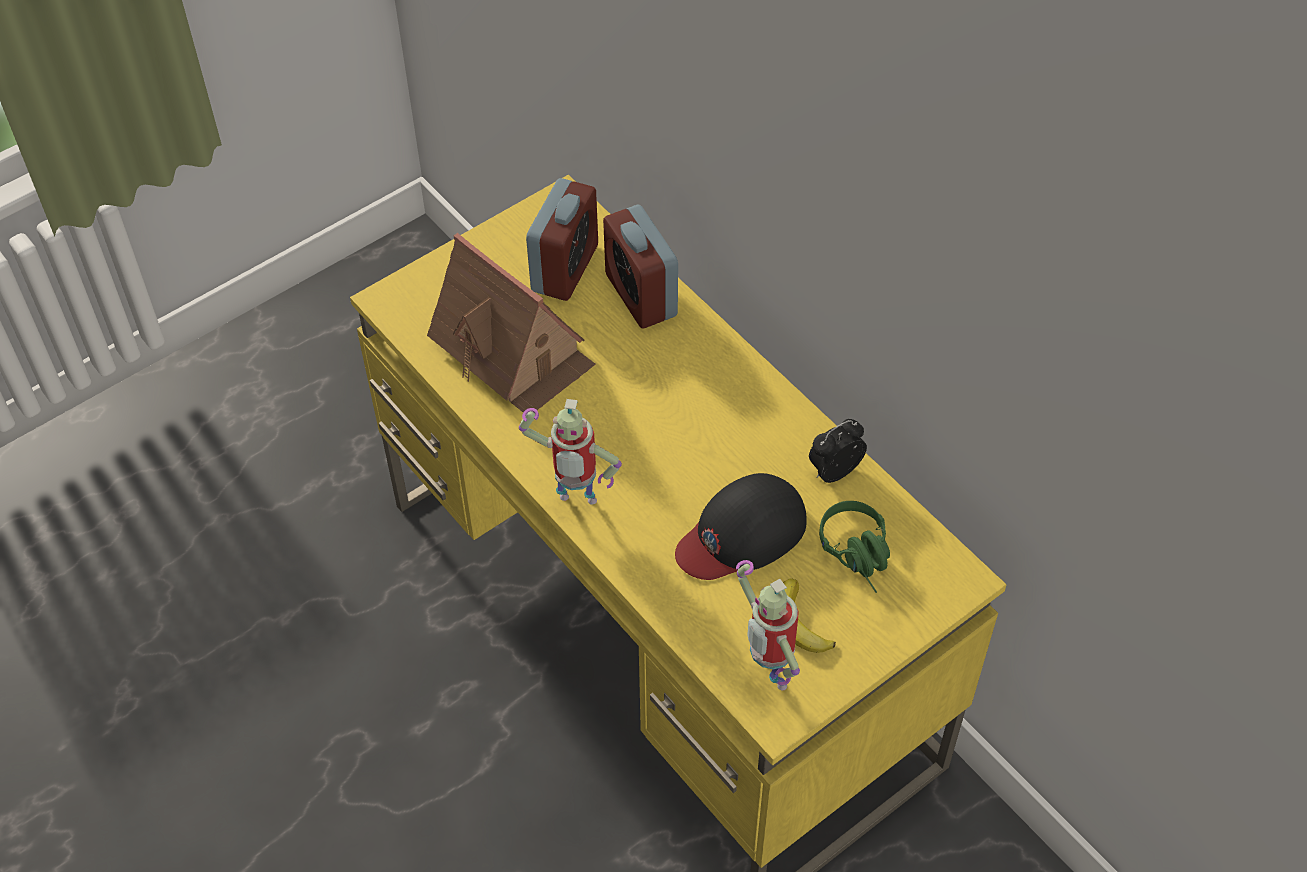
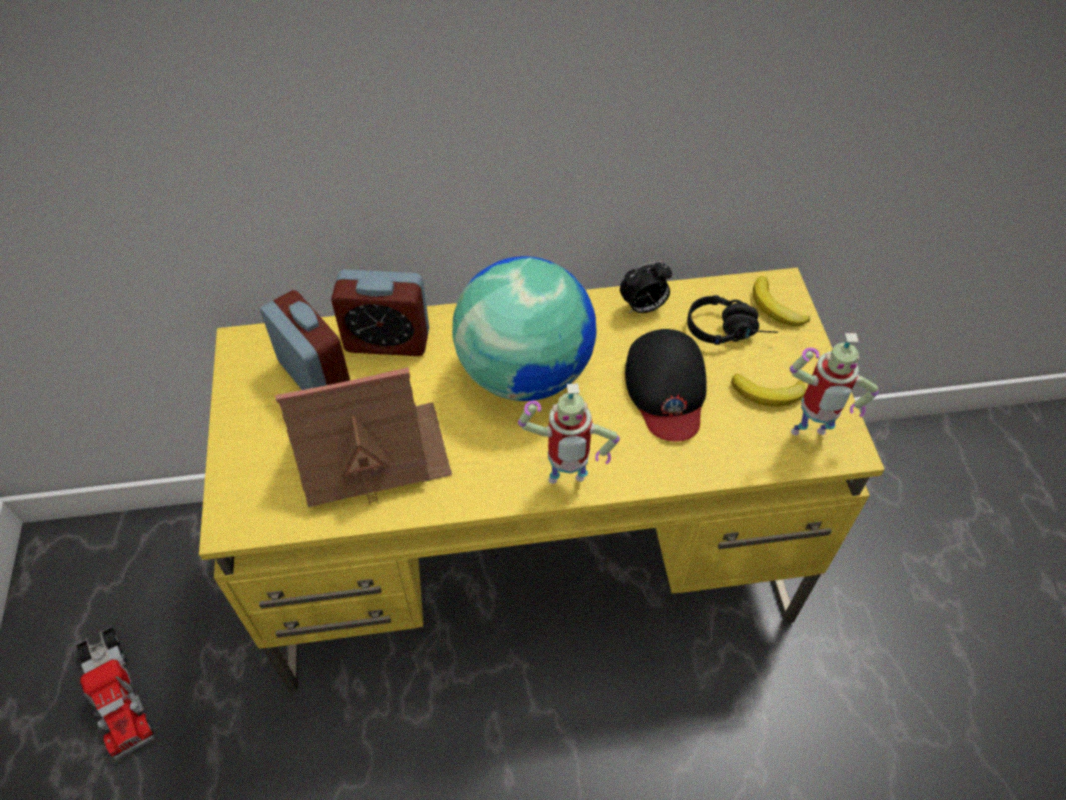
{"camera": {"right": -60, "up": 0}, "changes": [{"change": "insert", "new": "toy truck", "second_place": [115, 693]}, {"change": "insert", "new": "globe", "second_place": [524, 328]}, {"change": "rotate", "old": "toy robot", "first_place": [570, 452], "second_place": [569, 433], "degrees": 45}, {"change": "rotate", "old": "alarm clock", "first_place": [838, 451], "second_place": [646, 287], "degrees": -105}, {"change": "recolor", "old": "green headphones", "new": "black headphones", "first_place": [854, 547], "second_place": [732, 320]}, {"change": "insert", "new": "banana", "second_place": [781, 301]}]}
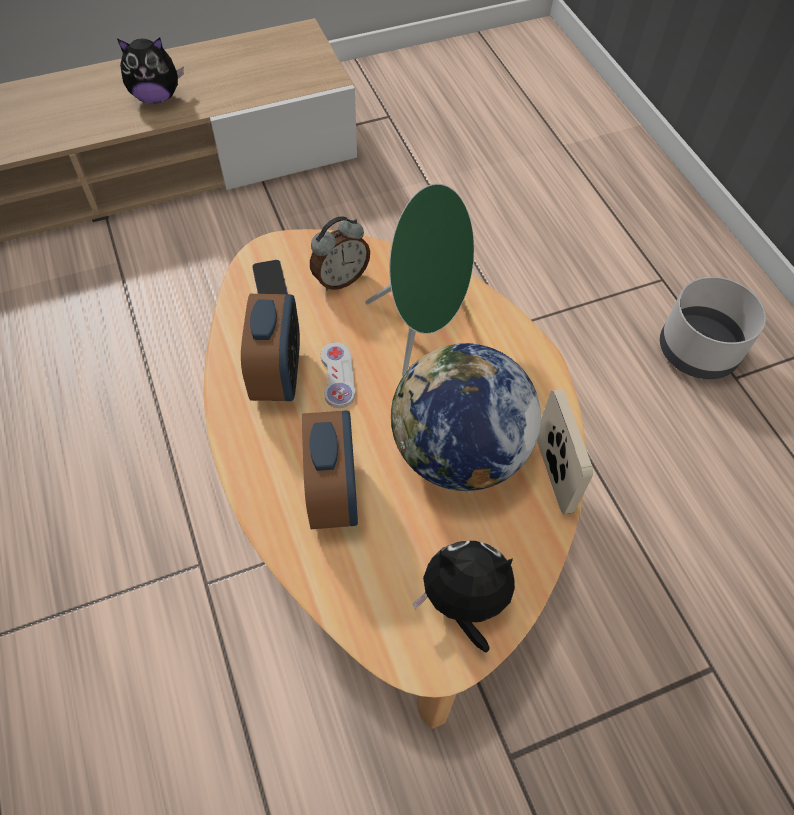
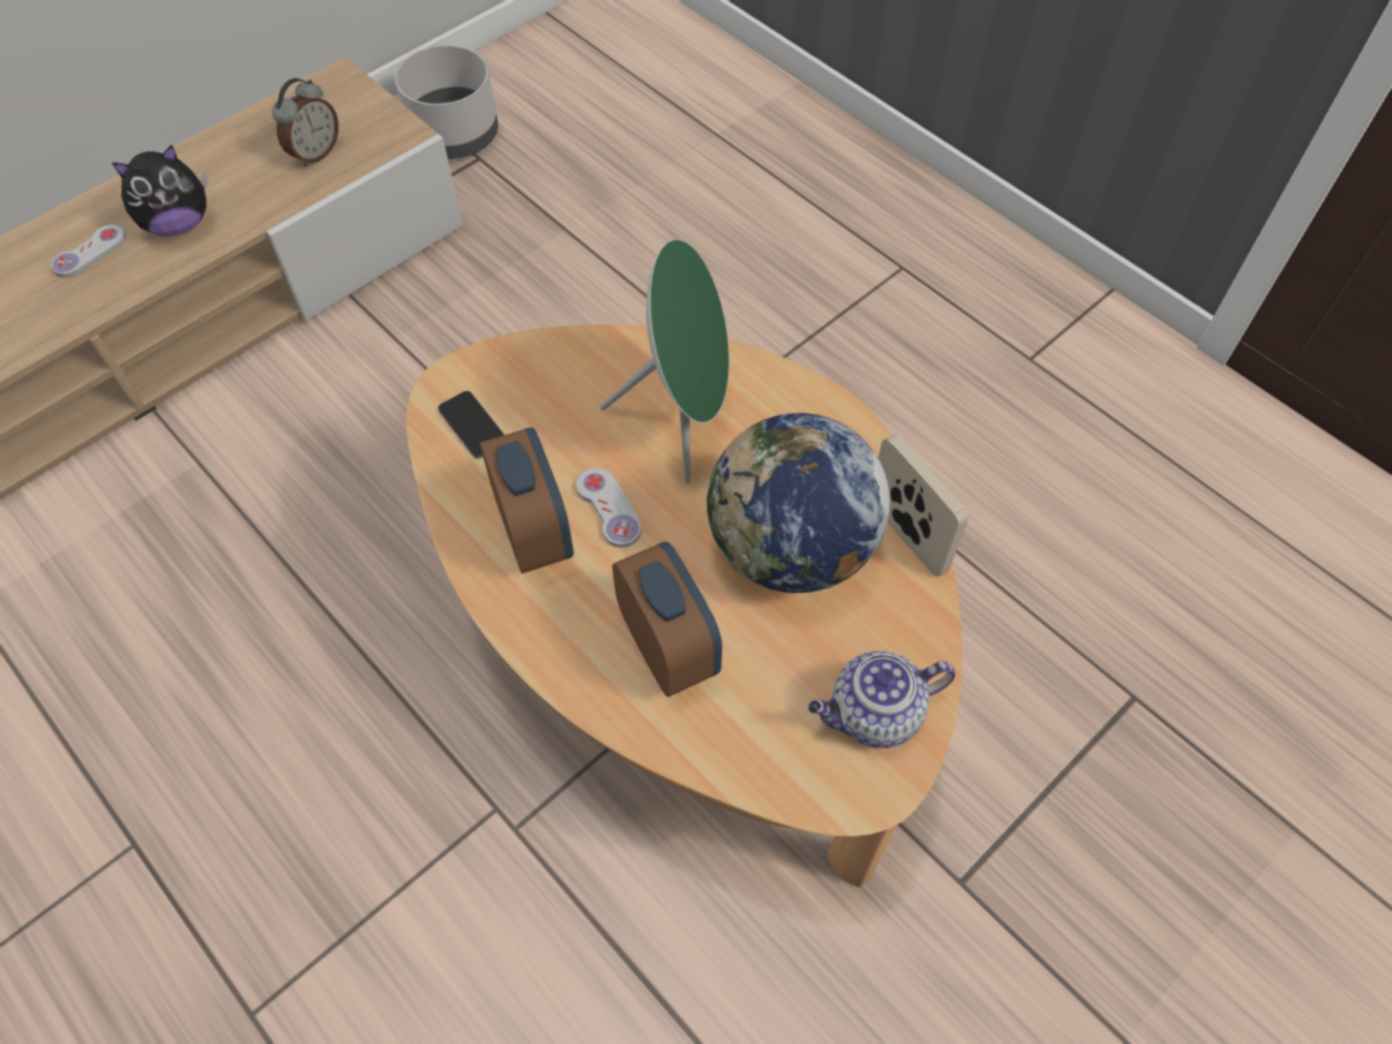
{"camera": {"right": -20, "up": 0}, "changes": [{"change": "insert", "new": "white game controller", "second_place": [88, 251]}, {"change": "move", "old": "alarm clock", "first_place": [340, 253], "second_place": [305, 122]}, {"change": "move", "old": "grey planter", "first_place": [713, 327], "second_place": [446, 102]}, {"change": "replace", "old": "plush toy", "new": "teapot", "first_place": [464, 597], "second_place": [881, 699]}]}
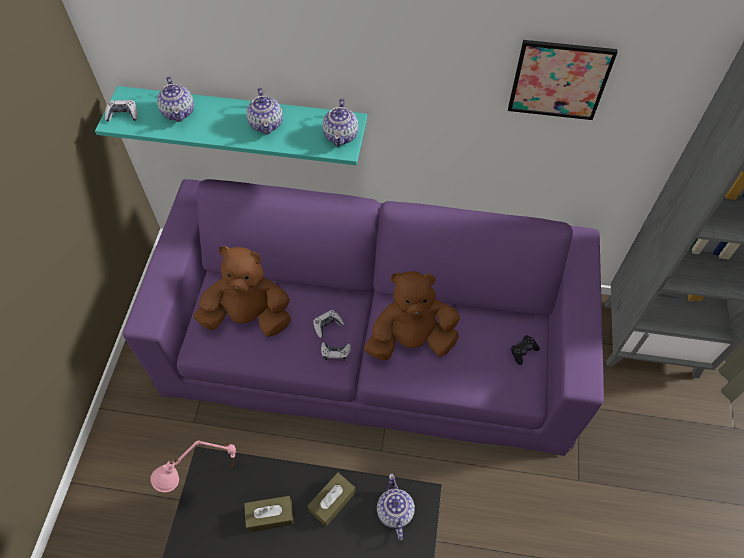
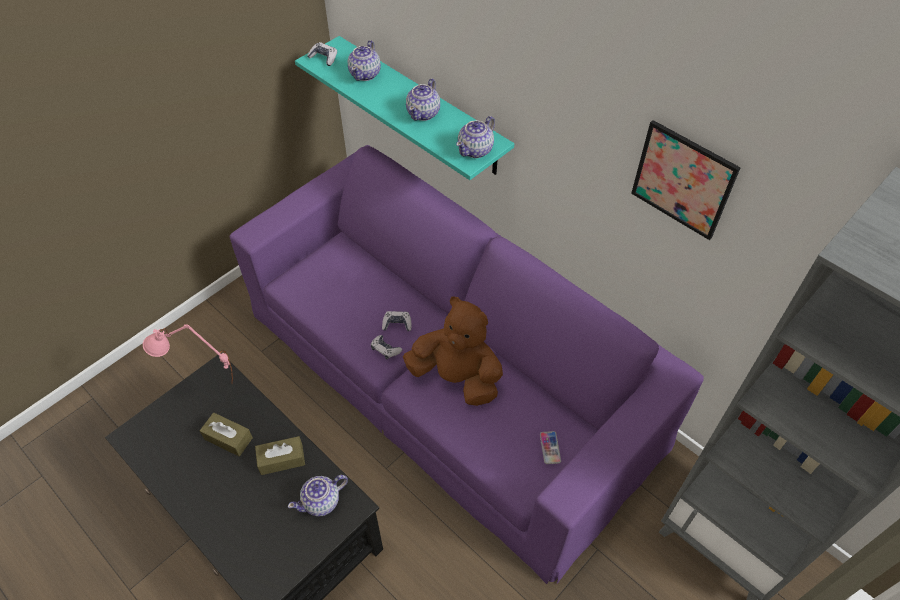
{"camera": {"right": 35, "up": -5}, "changes": [{"change": "rotate", "old": "teapot", "first_place": [396, 507], "second_place": [318, 496], "degrees": -150}, {"change": "replace", "old": "black game controller", "new": "phone", "first_place": [525, 350], "second_place": [550, 447]}, {"change": "delete", "old": "brown plush toy", "first_place": [242, 291]}]}
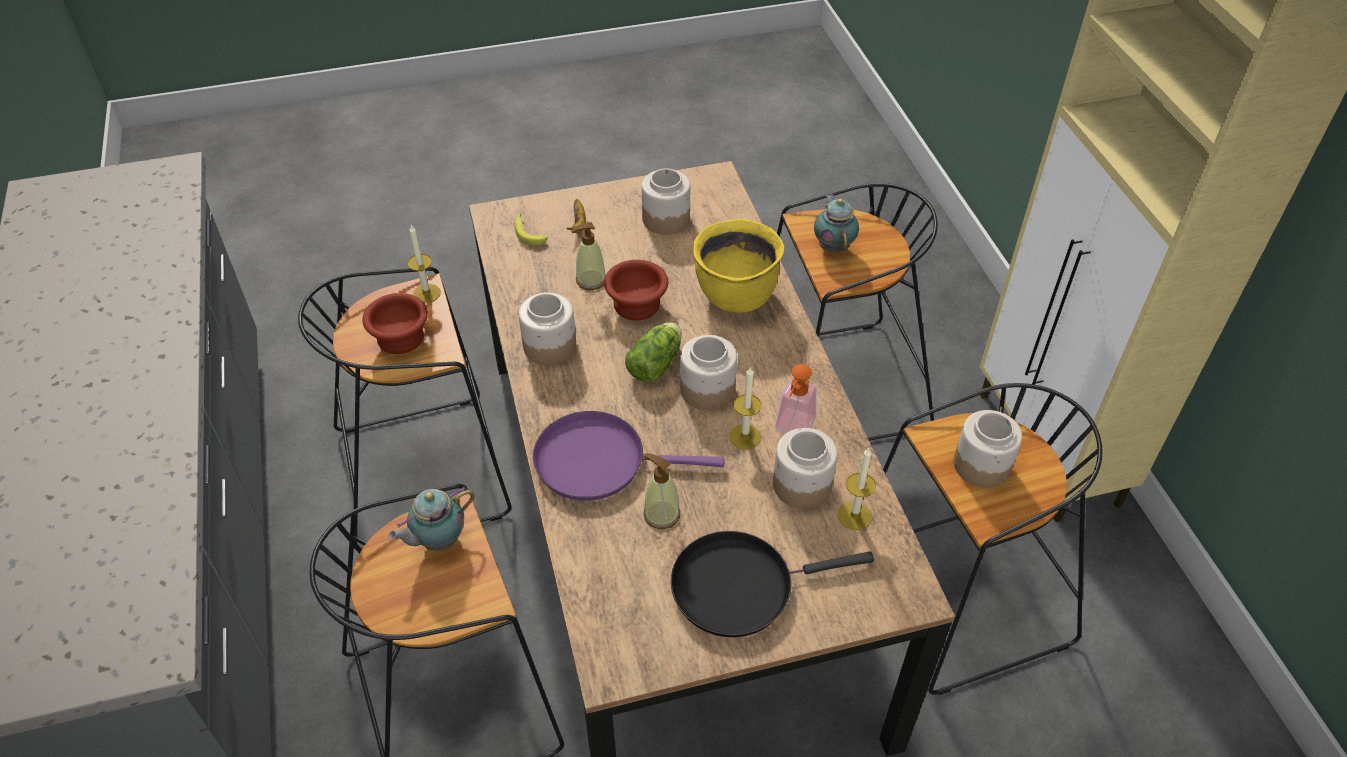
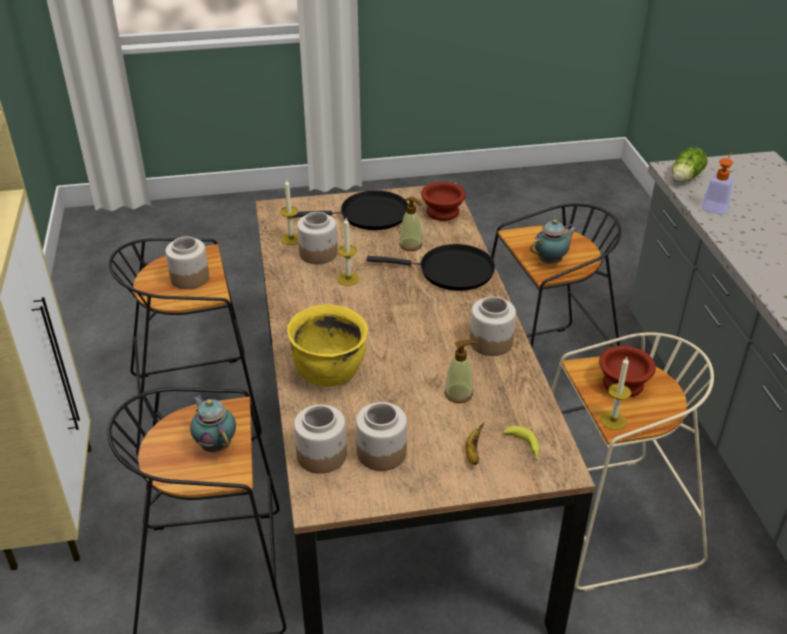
{"camera": {"right": -175, "up": -10}, "changes": [{"change": "rotate", "old": "teapot", "first_place": [836, 223], "second_place": [213, 423], "degrees": 150}, {"change": "move", "old": "jar", "first_place": [708, 372], "second_place": [320, 439]}, {"change": "recolor", "old": "purple frying pan", "new": "black frying pan", "first_place": [629, 456], "second_place": [430, 267]}, {"change": "move", "old": "brown bowl", "first_place": [636, 290], "second_place": [443, 201]}, {"change": "recolor", "old": "black stool", "new": "beige stool", "first_place": [404, 408], "second_place": [633, 462]}, {"change": "move", "old": "lettuce", "first_place": [653, 352], "second_place": [690, 164]}, {"change": "move", "old": "soap dispenser", "first_place": [795, 399], "second_place": [717, 184]}]}
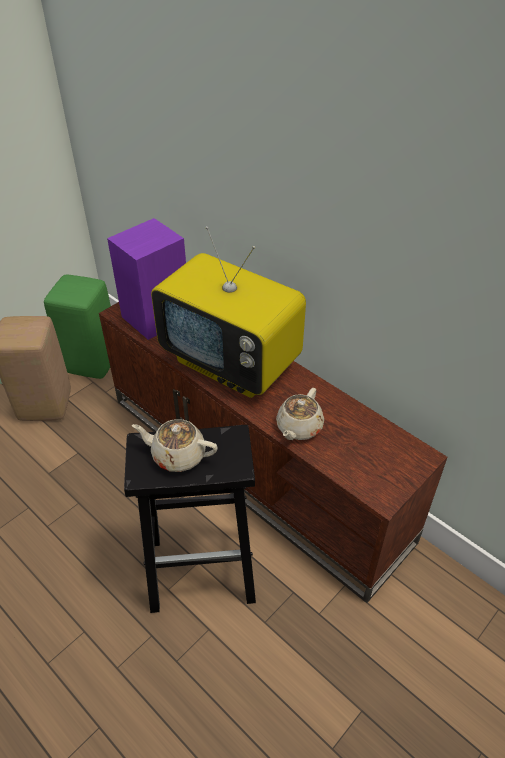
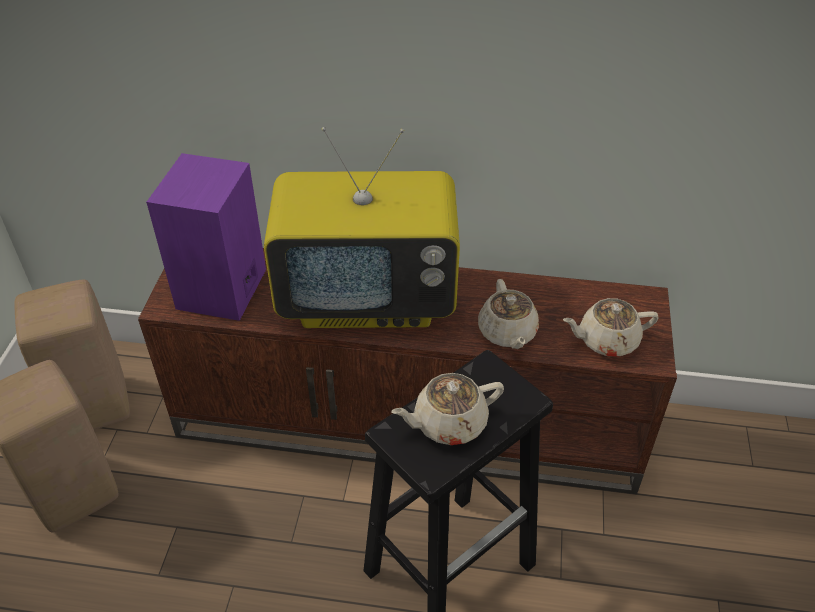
{"camera": {"right": -35, "up": 0}, "changes": [{"change": "recolor", "old": "green stool", "new": "beige stool", "first_place": [77, 327], "second_place": [72, 354]}, {"change": "insert", "new": "beige teapot", "second_place": [611, 327]}]}
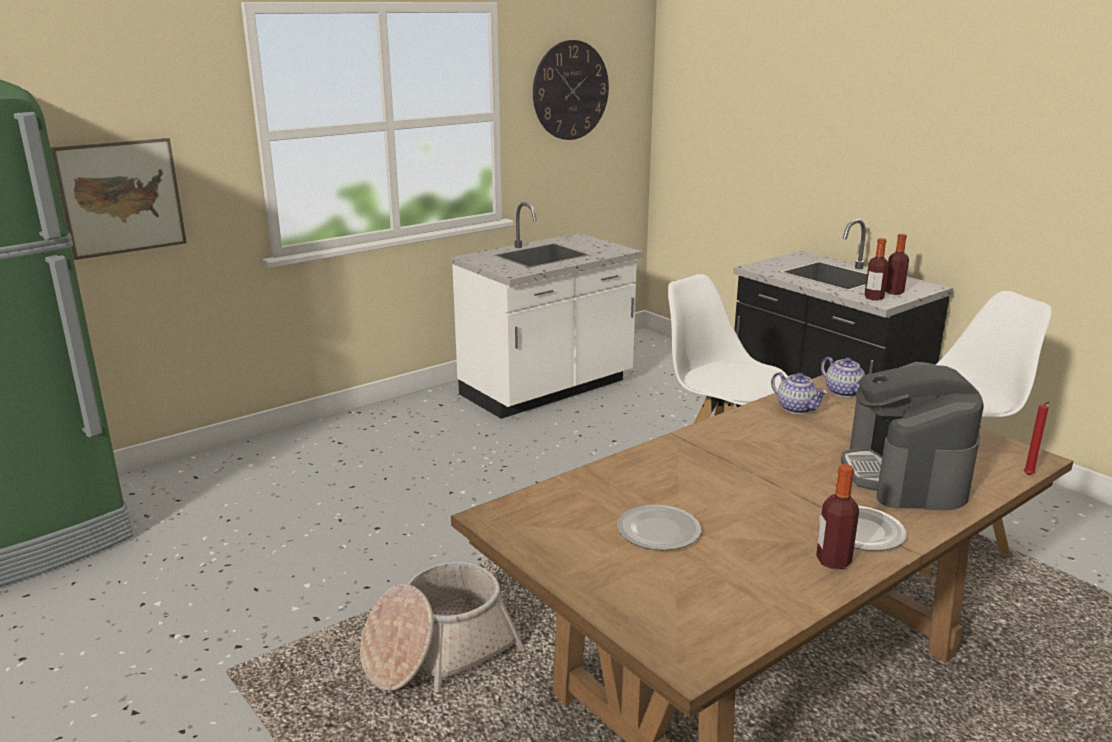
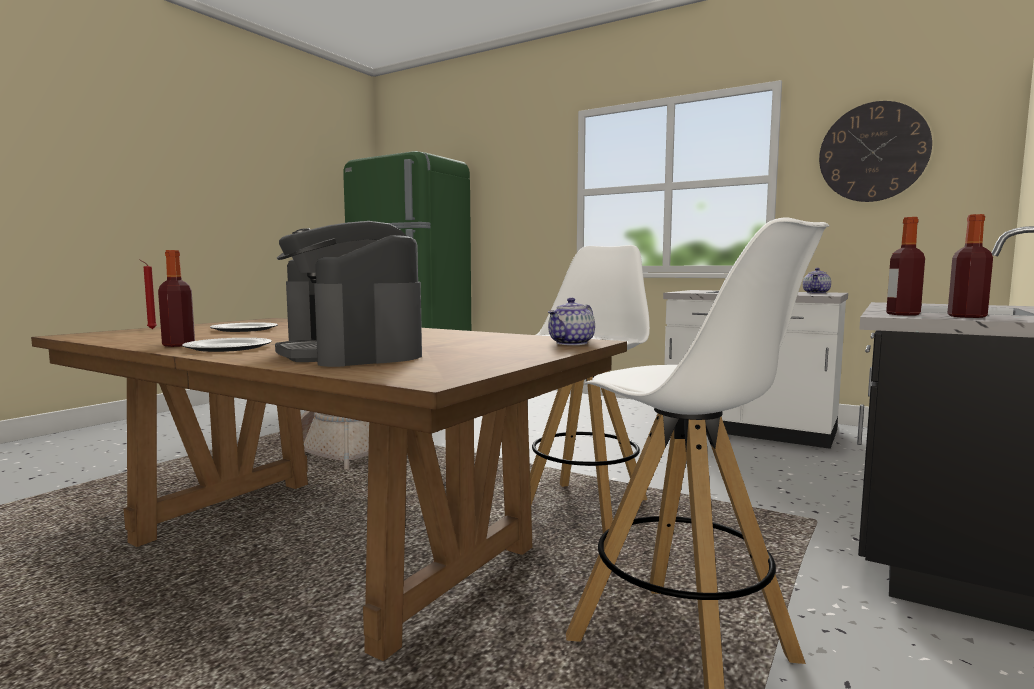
{"camera": {"right": 70, "up": -15}, "changes": [{"change": "move", "old": "red candle", "first_place": [1037, 438], "second_place": [148, 294]}, {"change": "rotate", "old": "coffee machine", "first_place": [912, 436], "second_place": [348, 294], "degrees": -105}, {"change": "move", "old": "teapot", "first_place": [799, 393], "second_place": [817, 281]}, {"change": "delete", "old": "picture", "first_place": [119, 199]}]}
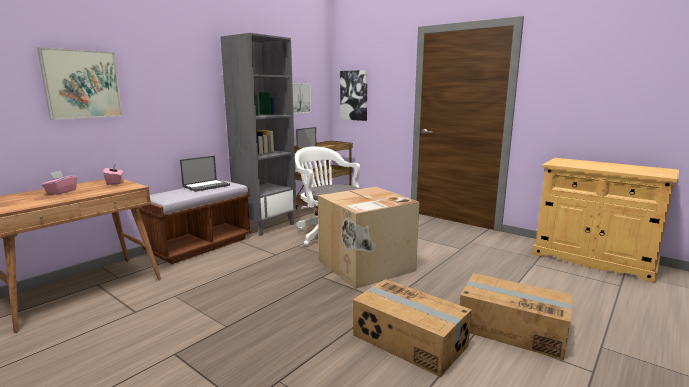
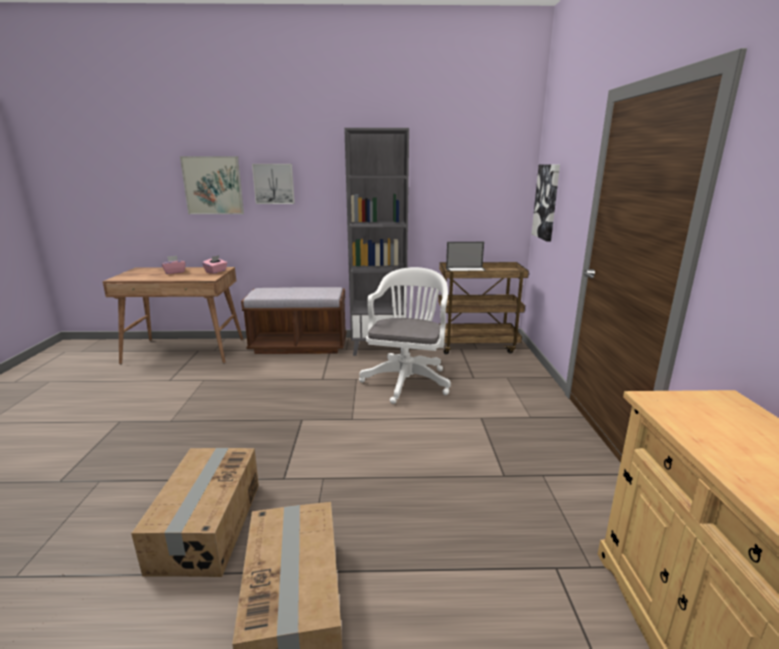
{"camera": {"right": 50, "up": 5}, "changes": [{"change": "move", "old": "picture", "first_place": [301, 98], "second_place": [273, 184]}, {"change": "delete", "old": "laptop", "first_place": [205, 174]}, {"change": "delete", "old": "cardboard box", "first_place": [369, 238]}]}
